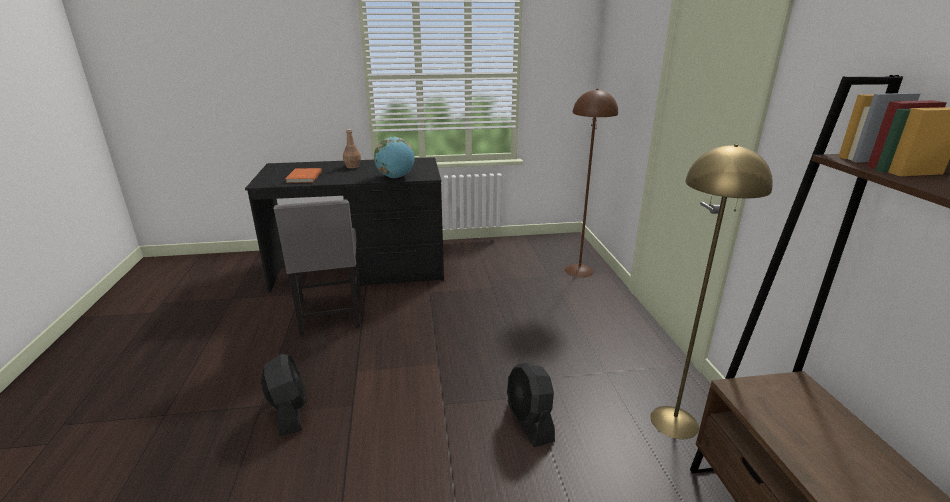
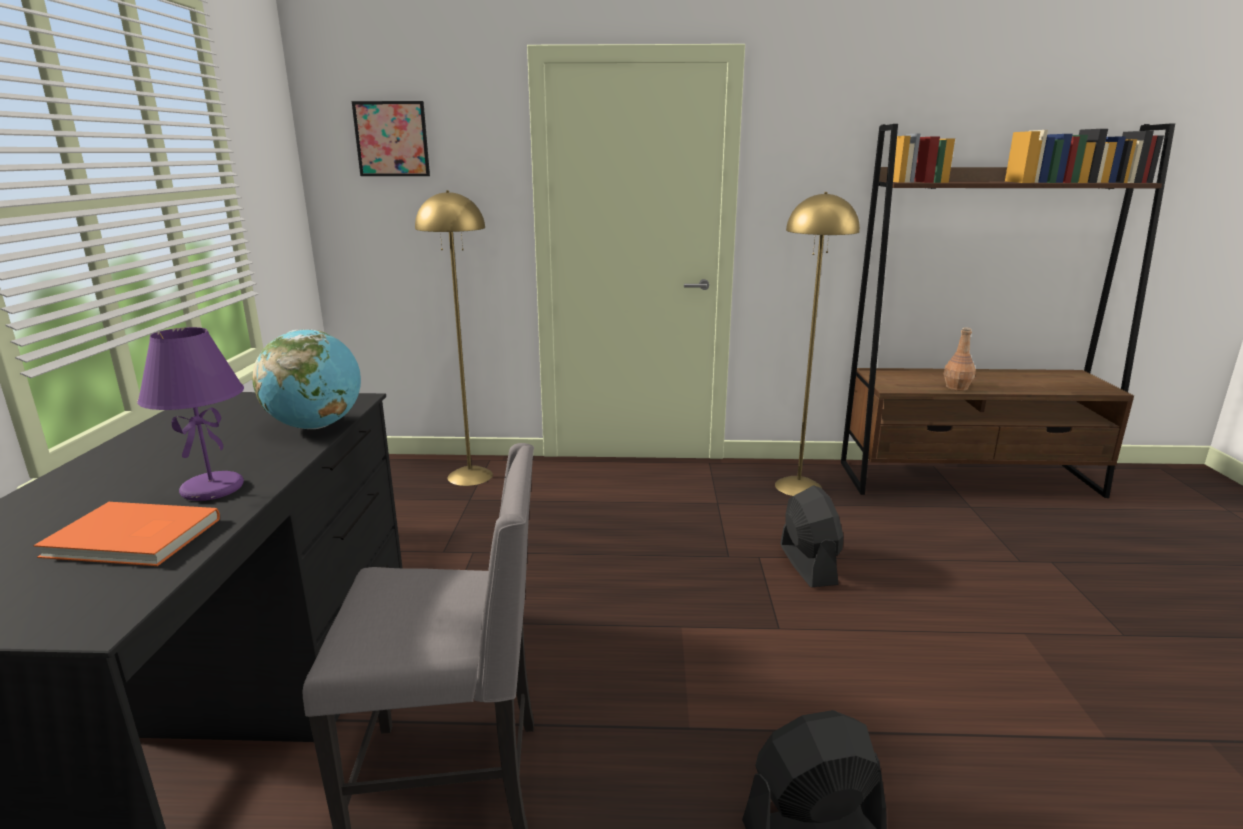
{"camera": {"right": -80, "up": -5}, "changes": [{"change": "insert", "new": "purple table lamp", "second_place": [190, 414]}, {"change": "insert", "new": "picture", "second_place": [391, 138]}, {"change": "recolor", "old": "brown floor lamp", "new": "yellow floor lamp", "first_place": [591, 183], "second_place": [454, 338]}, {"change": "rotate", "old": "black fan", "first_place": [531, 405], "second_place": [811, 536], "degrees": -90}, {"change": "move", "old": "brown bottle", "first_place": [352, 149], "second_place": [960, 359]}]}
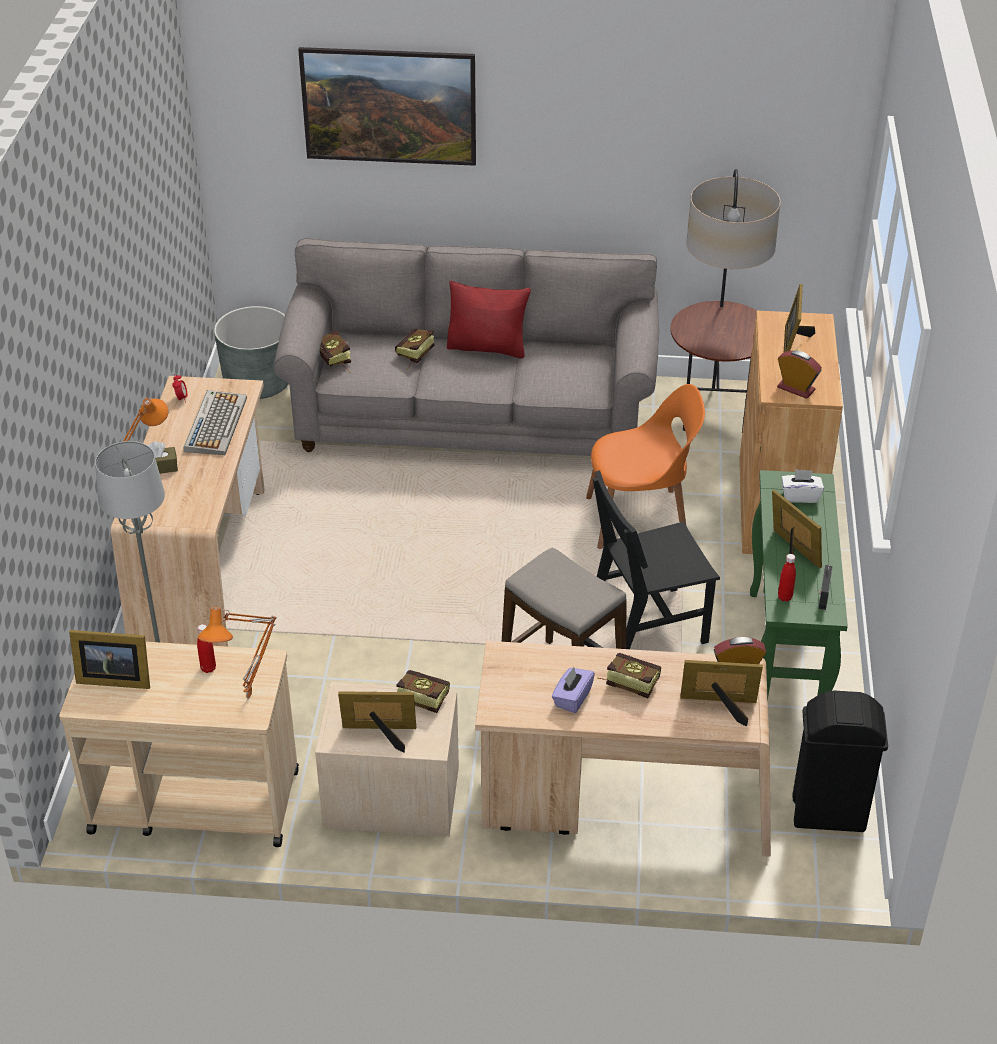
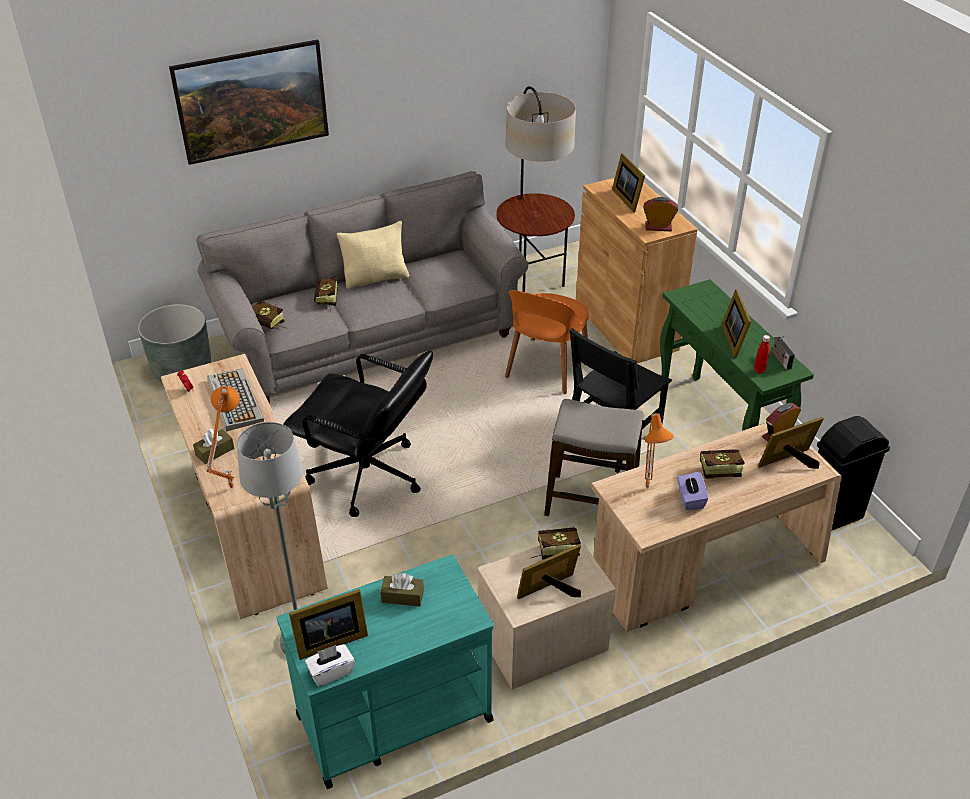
{"camera": {"right": -30, "up": 0}, "changes": [{"change": "recolor", "old": "beige cart", "new": "turquoise cart", "first_place": [179, 744], "second_place": [385, 672]}, {"change": "insert", "new": "black office chair", "second_place": [358, 434]}, {"change": "move", "old": "white tissue box", "first_place": [803, 486], "second_place": [330, 665]}, {"change": "recolor", "old": "red pillow", "new": "beige pillow", "first_place": [489, 320], "second_place": [373, 255]}, {"change": "replace", "old": "red bottle", "new": "brown tissue box", "first_place": [206, 648], "second_place": [402, 589]}, {"change": "rotate", "old": "orange chair", "first_place": [645, 466], "second_place": [547, 342], "degrees": 150}, {"change": "move", "old": "orange table lamp", "first_place": [237, 654], "second_place": [659, 451]}, {"change": "rotate", "old": "picture frame", "first_place": [797, 529], "second_place": [736, 323], "degrees": -120}]}
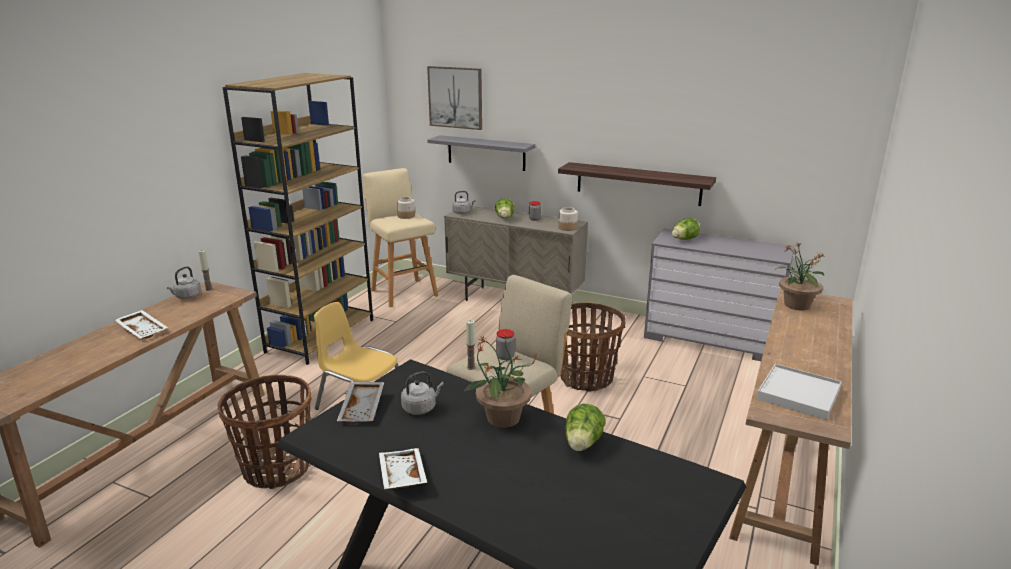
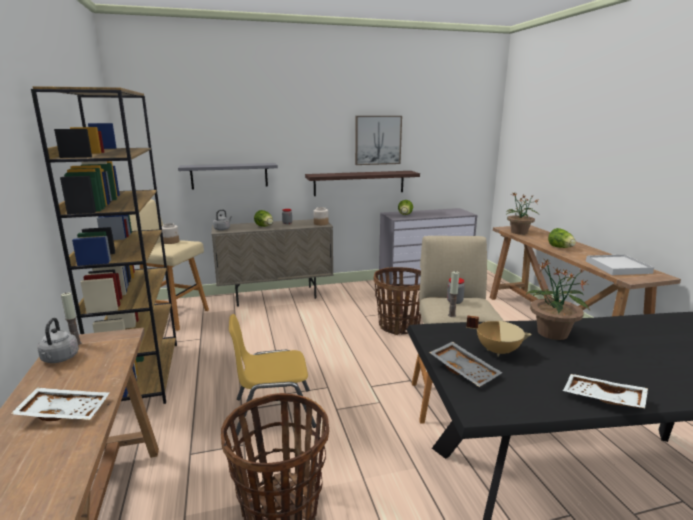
{"camera": {"right": -40, "up": -5}, "changes": [{"change": "move", "old": "picture", "first_place": [454, 98], "second_place": [378, 140]}, {"change": "replace", "old": "grey kettle", "new": "beige cooking pot", "first_place": [422, 393], "second_place": [499, 336]}, {"change": "move", "old": "lettuce", "first_place": [585, 427], "second_place": [562, 238]}]}
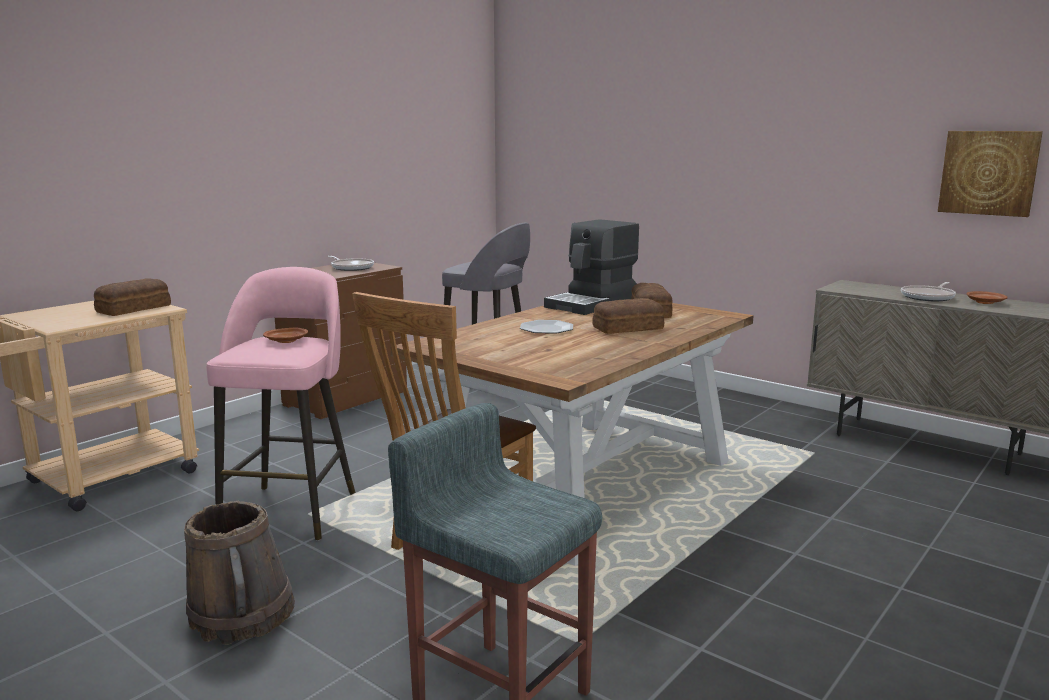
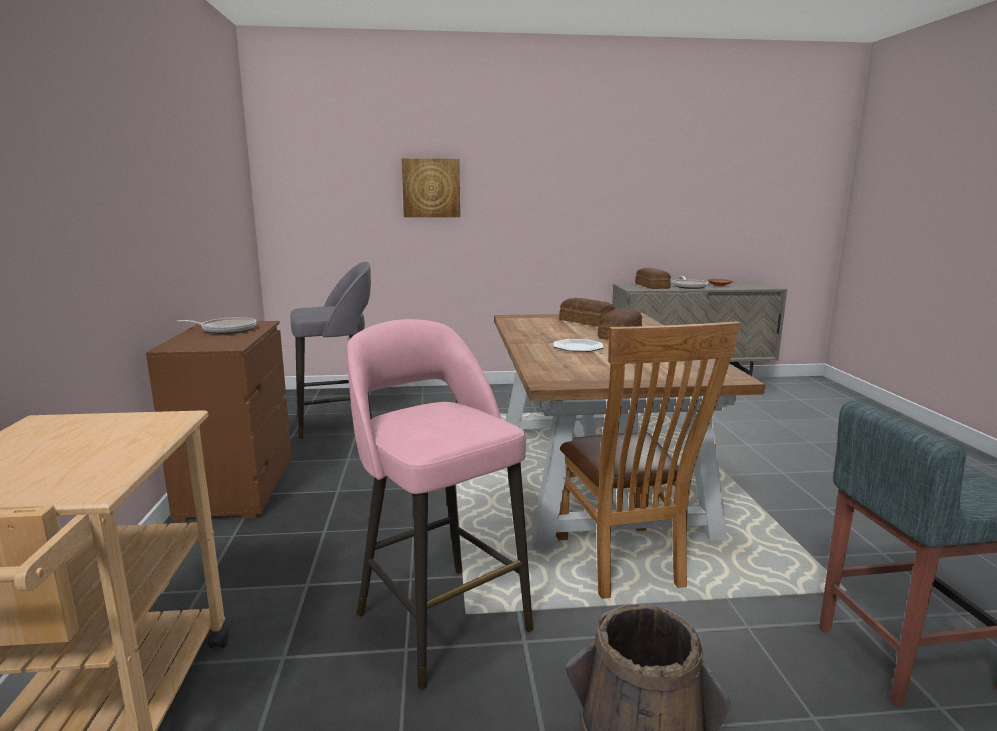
{"camera": {"right": -45, "up": 0}, "changes": [{"change": "move", "old": "picture", "first_place": [990, 174], "second_place": [431, 187]}, {"change": "move", "old": "bread", "first_place": [132, 297], "second_place": [653, 278]}, {"change": "delete", "old": "brown plate", "first_place": [285, 335]}, {"change": "delete", "old": "coffee machine", "first_place": [591, 267]}]}
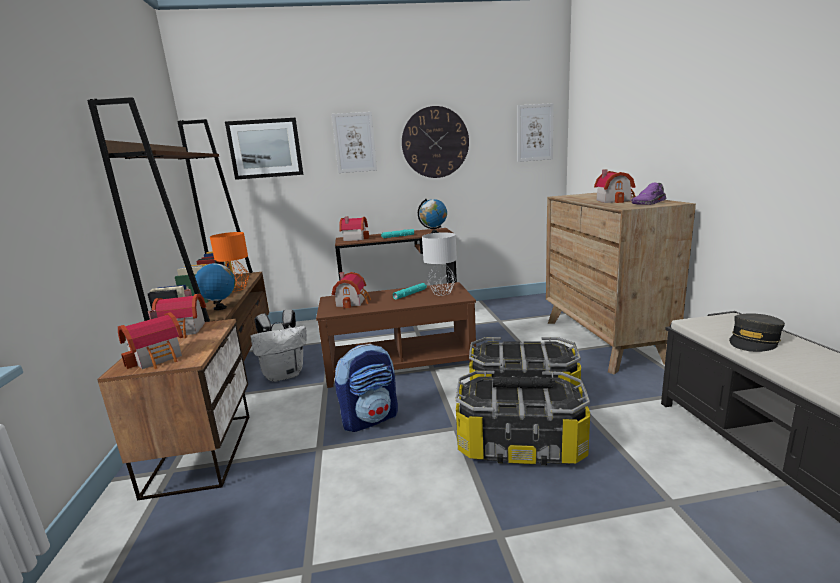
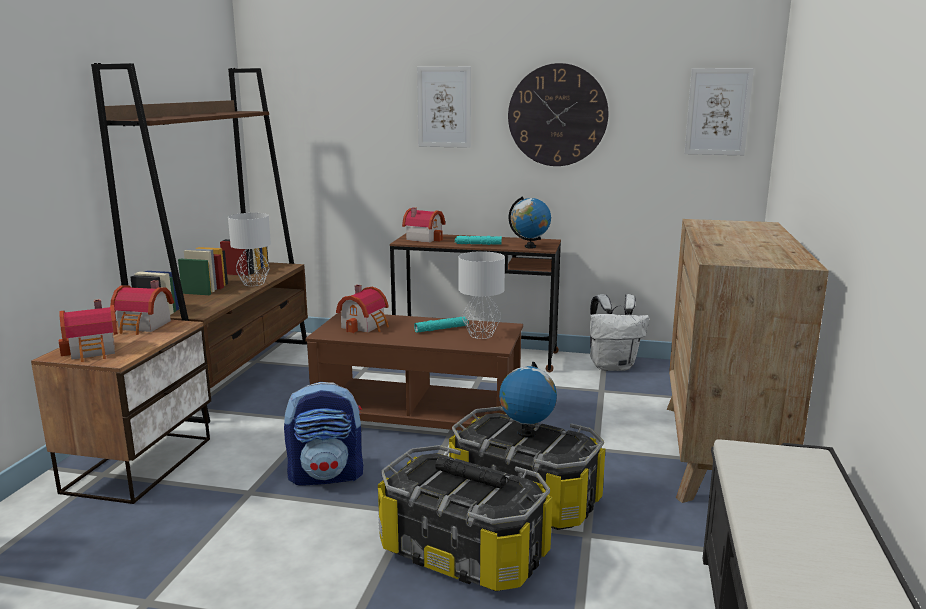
{"camera": {"right": 20, "up": 0}, "changes": [{"change": "recolor", "old": "orange table lamp", "new": "grey table lamp", "first_place": [229, 261], "second_place": [249, 249]}, {"change": "move", "old": "globe", "first_place": [215, 285], "second_place": [528, 400]}, {"change": "move", "old": "white backpack", "first_place": [278, 345], "second_place": [619, 332]}, {"change": "delete", "old": "picture", "first_place": [264, 149]}, {"change": "delete", "old": "toy house", "first_place": [615, 186]}, {"change": "delete", "old": "purple shoe", "first_place": [649, 194]}, {"change": "delete", "old": "grey cap", "first_place": [757, 332]}]}
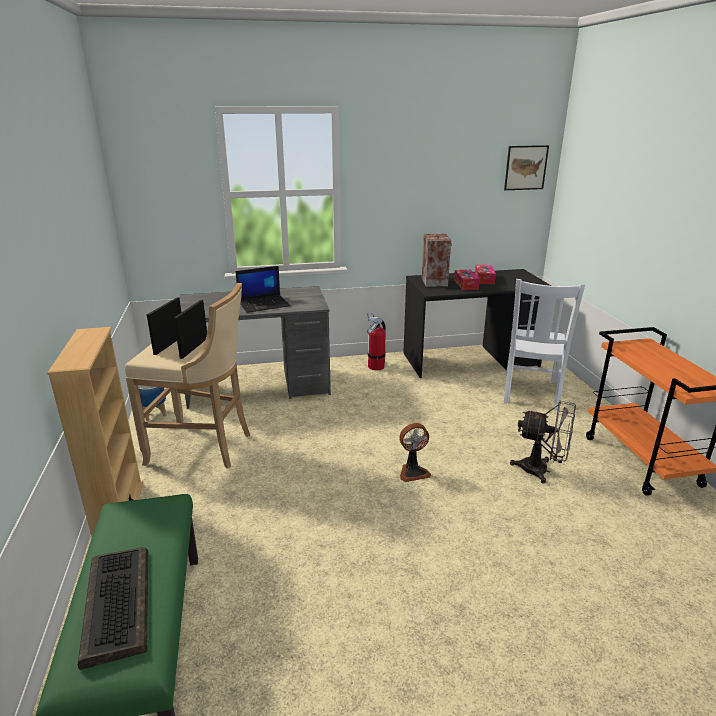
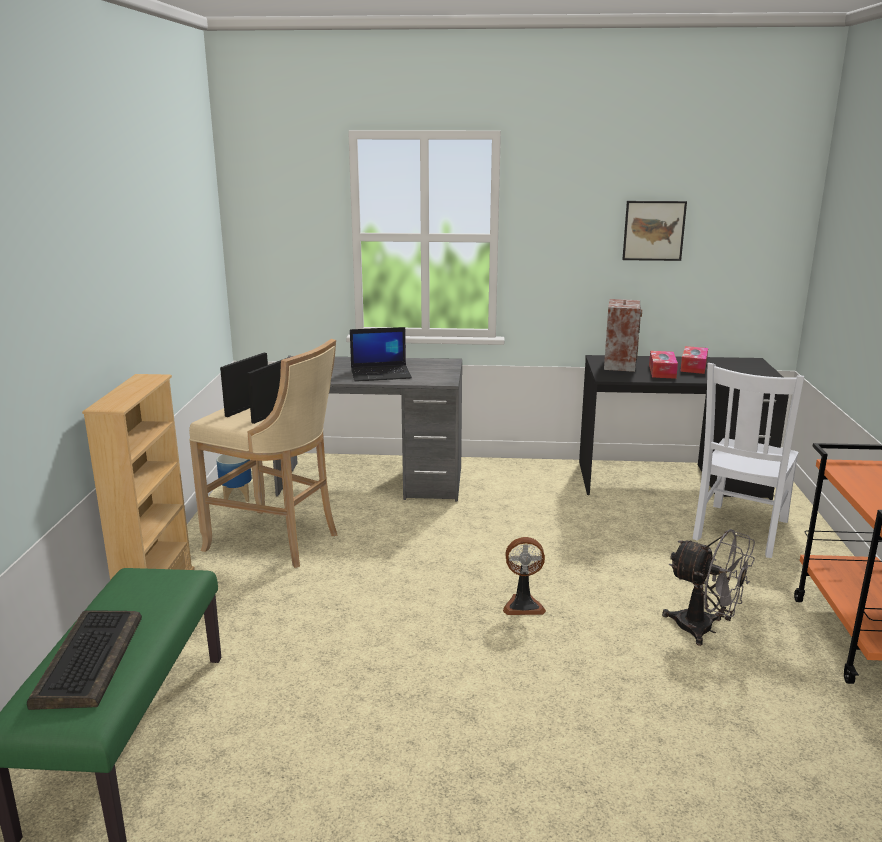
{"camera": {"right": 15, "up": -5}, "changes": [{"change": "move", "old": "picture", "first_place": [526, 167], "second_place": [654, 231]}, {"change": "delete", "old": "fire extinguisher", "first_place": [376, 341]}]}
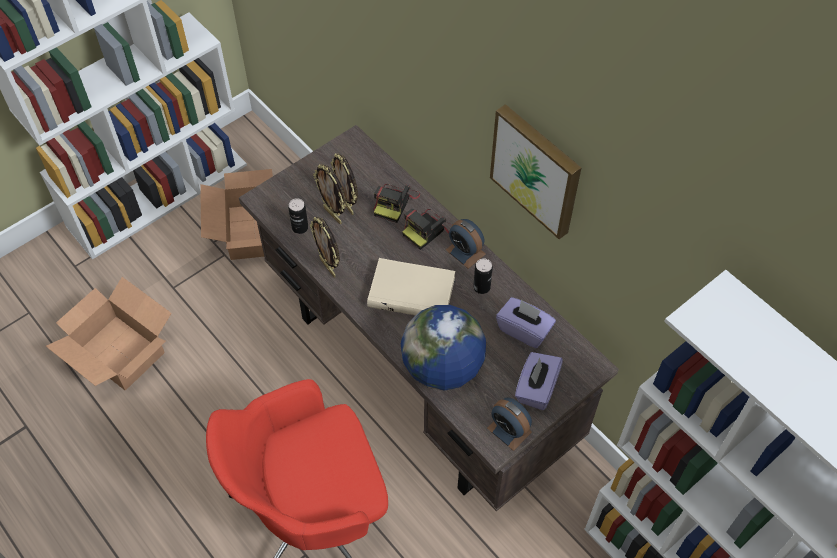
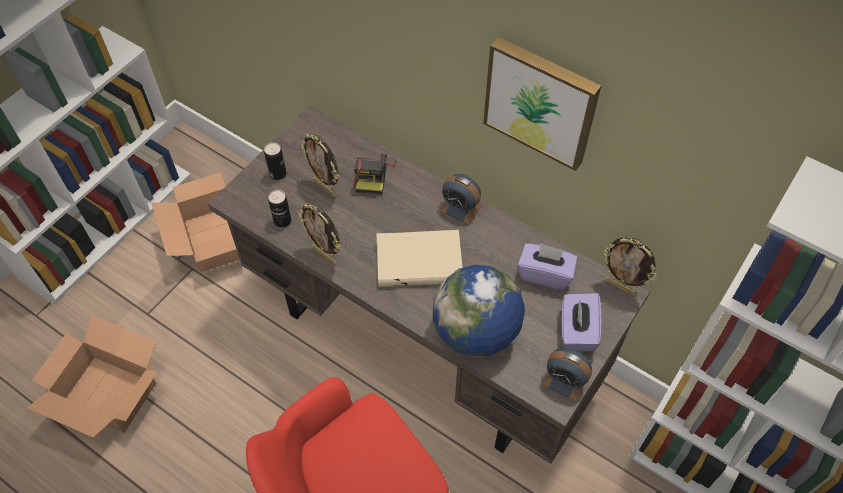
{"camera": {"right": -15, "up": 0}, "changes": [{"change": "move", "old": "can", "first_place": [483, 276], "second_place": [275, 161]}, {"change": "move", "old": "picture frame", "first_place": [329, 194], "second_place": [630, 266]}, {"change": "delete", "old": "photo camera", "first_place": [427, 229]}]}
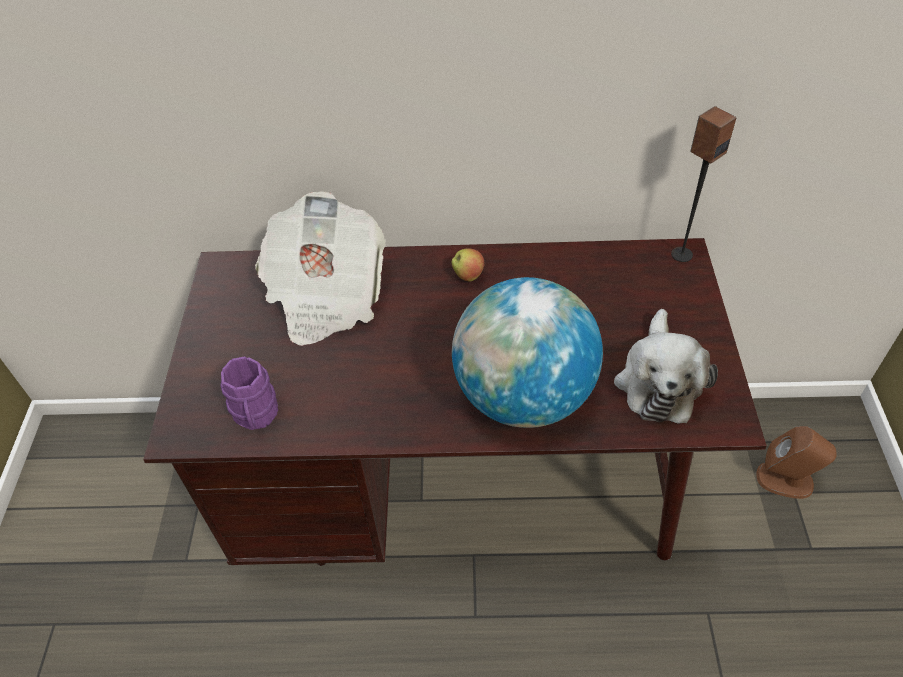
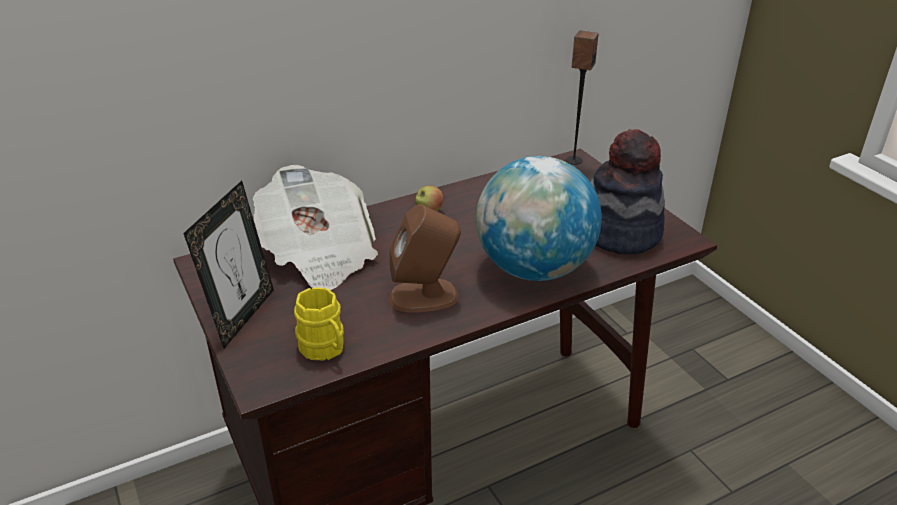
{"camera": {"right": -30, "up": -15}, "changes": [{"change": "insert", "new": "picture frame", "second_place": [228, 264]}, {"change": "recolor", "old": "purple mug", "new": "yellow mug", "first_place": [249, 393], "second_place": [319, 324]}, {"change": "move", "old": "brown speaker", "first_place": [796, 462], "second_place": [425, 258]}, {"change": "replace", "old": "plush toy", "new": "hat", "first_place": [666, 366], "second_place": [627, 191]}]}
